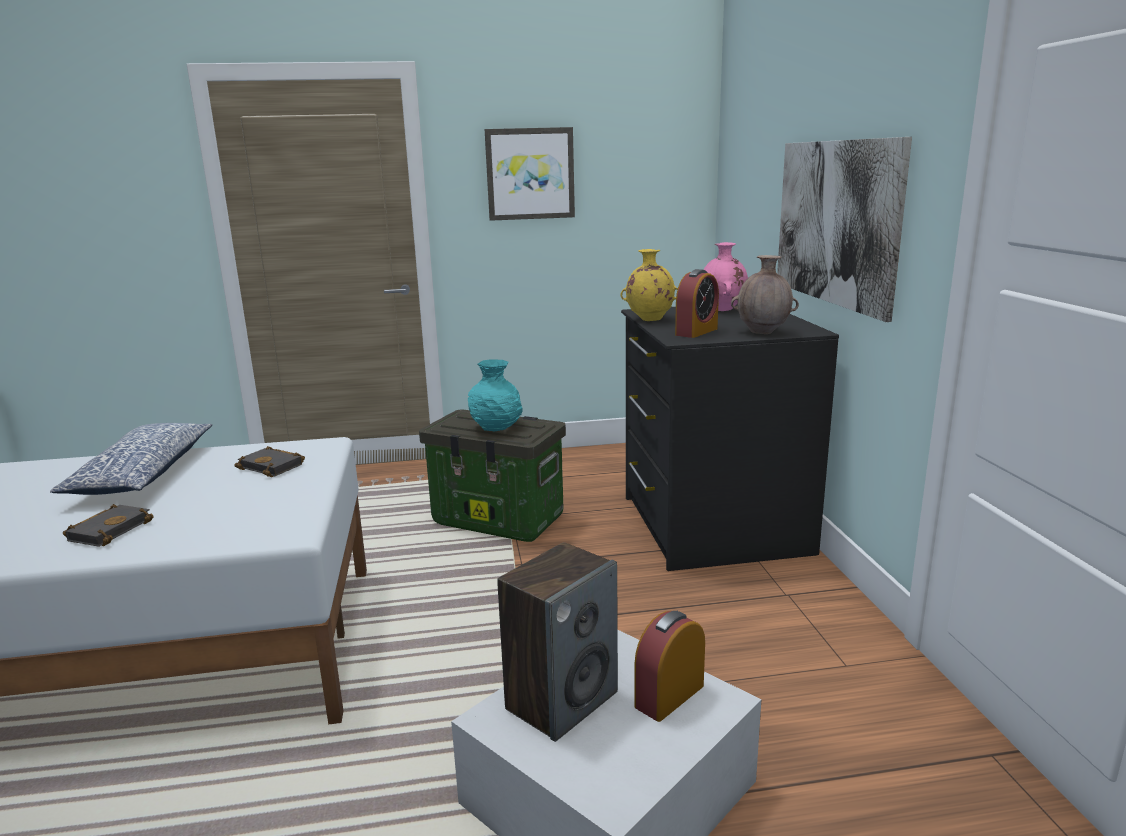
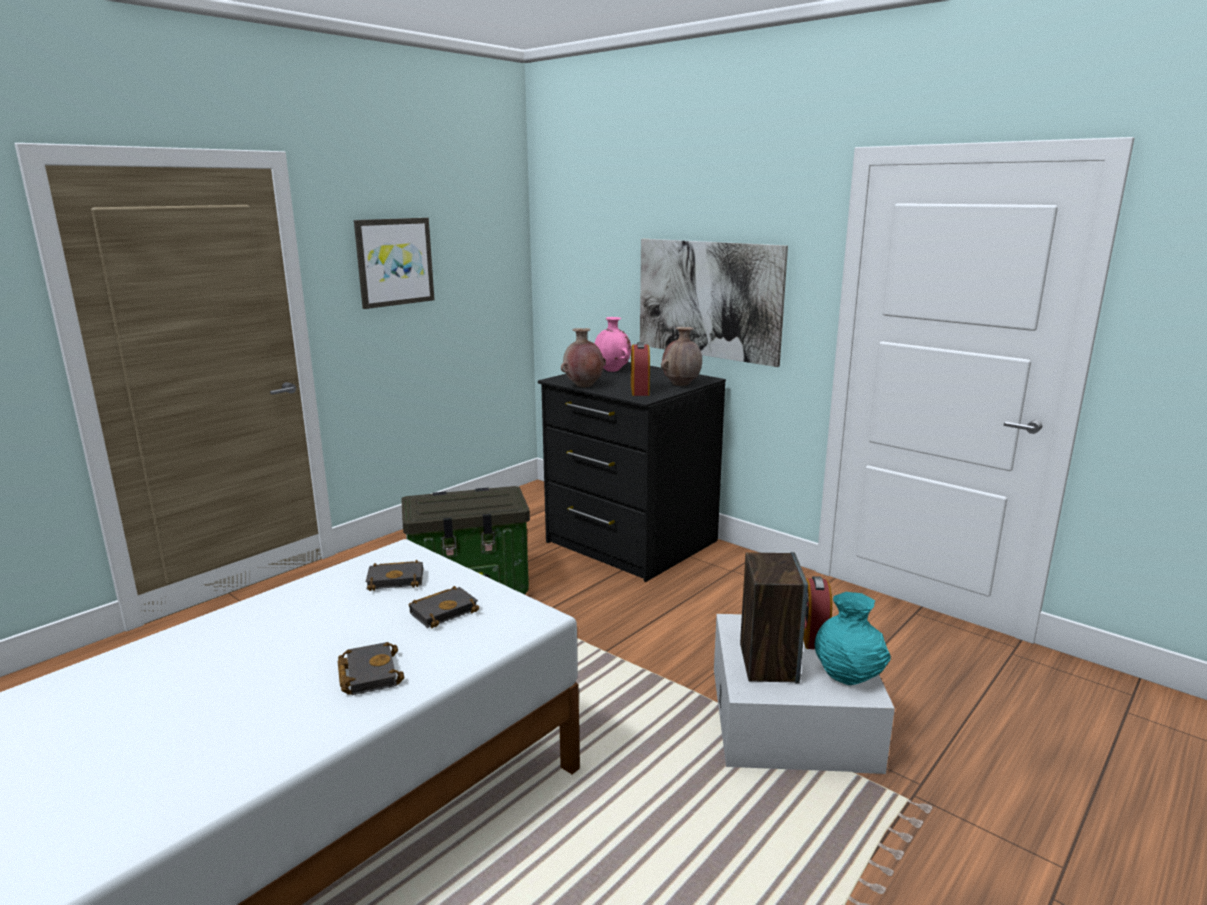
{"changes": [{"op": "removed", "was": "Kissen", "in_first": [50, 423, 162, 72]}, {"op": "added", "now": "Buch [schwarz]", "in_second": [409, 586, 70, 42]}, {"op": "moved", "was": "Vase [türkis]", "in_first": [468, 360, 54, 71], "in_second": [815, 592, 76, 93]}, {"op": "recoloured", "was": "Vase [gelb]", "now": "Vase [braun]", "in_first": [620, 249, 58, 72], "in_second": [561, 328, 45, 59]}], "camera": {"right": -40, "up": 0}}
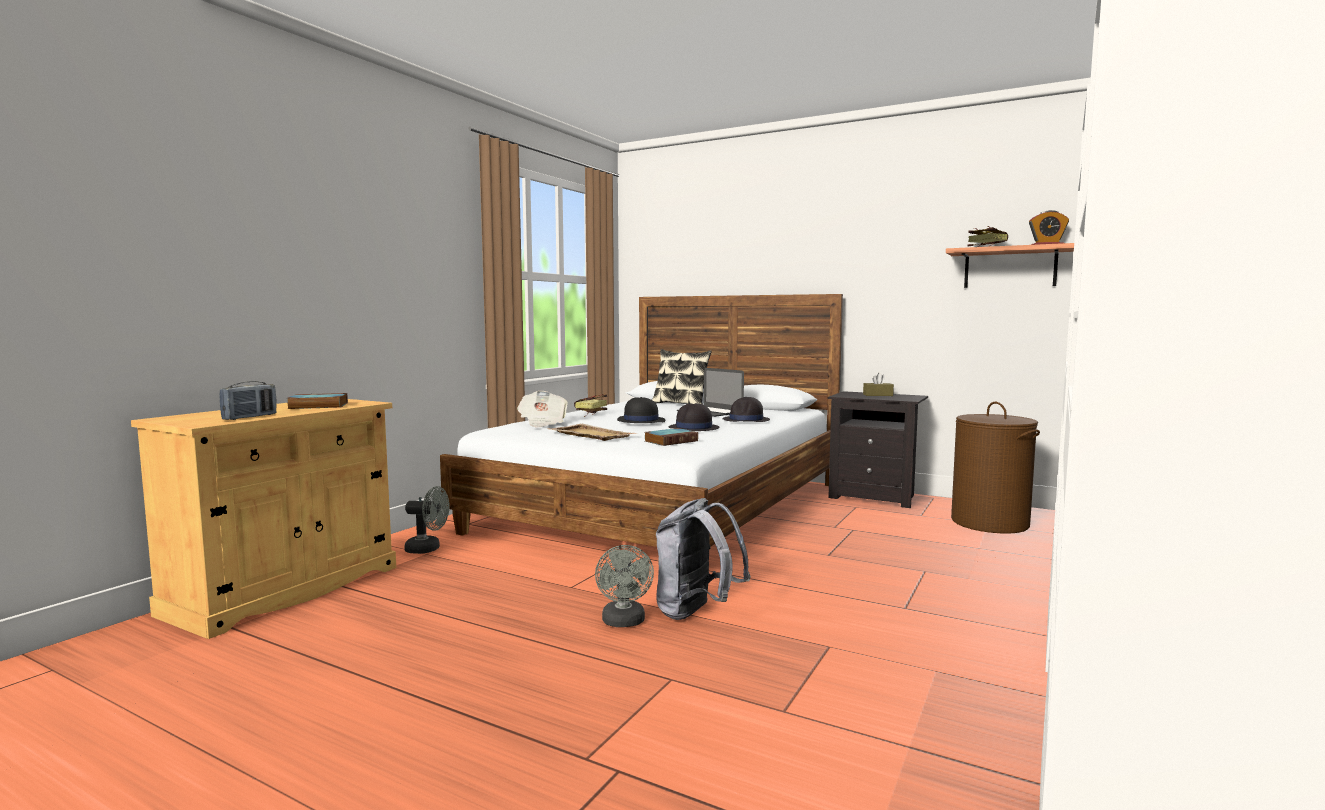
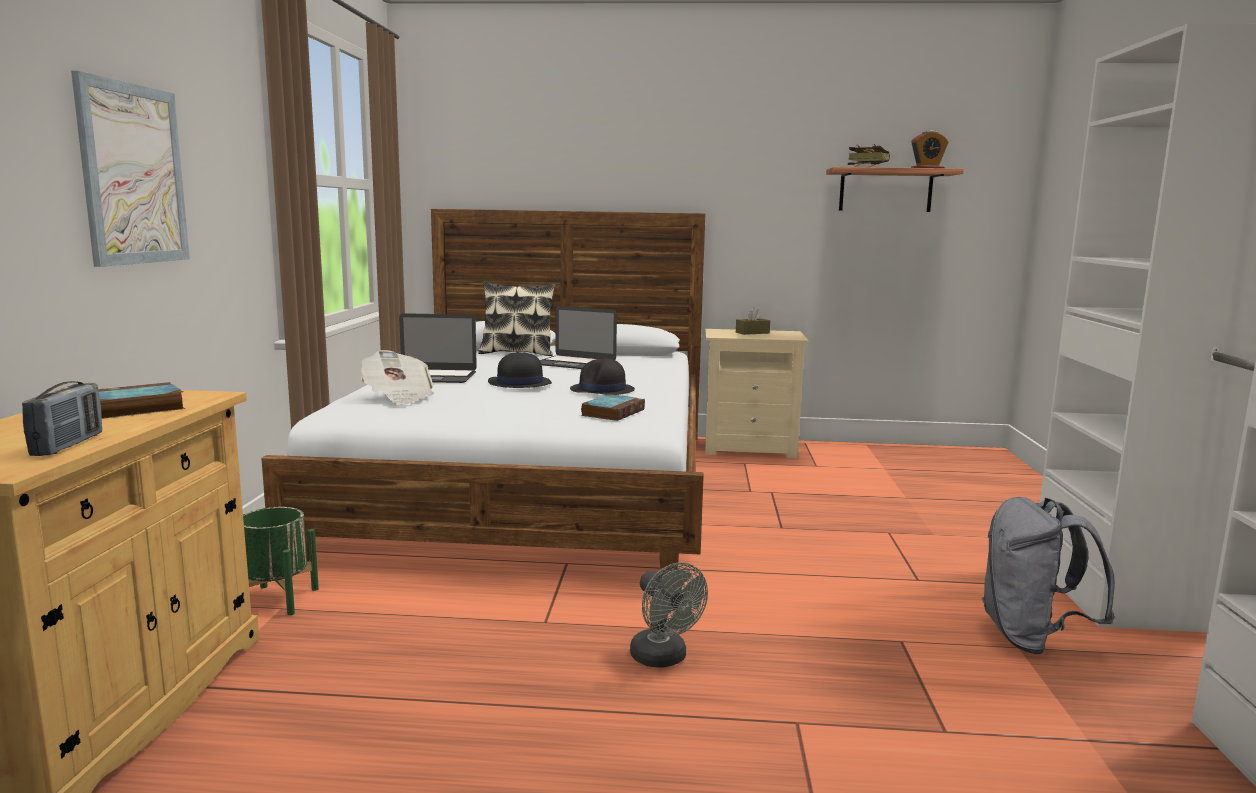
{"changes": [{"op": "removed", "was": "Tablett [beige]", "in_first": [547, 424, 89, 17]}, {"op": "removed", "was": "Hut [schwarz]", "in_first": [722, 397, 48, 25]}, {"op": "removed", "was": "Wäschekorb [braun]", "in_first": [951, 402, 89, 131]}, {"op": "added", "now": "Bild", "in_second": [71, 71, 119, 196]}, {"op": "moved", "was": "Rucksack [grau]", "in_first": [656, 498, 95, 122], "in_second": [982, 497, 133, 157]}, {"op": "replaced", "was": "Ventilator [grau]", "now": "Pflanzkübel [grün]", "in_first": [404, 486, 46, 68], "in_second": [243, 507, 76, 108]}, {"op": "replaced", "was": "Buch", "now": "Laptop", "in_first": [574, 394, 33, 23], "in_second": [399, 313, 78, 70]}, {"op": "recoloured", "was": "Nachttisch [schwarz]", "now": "Nachttisch [beige]", "in_first": [828, 391, 100, 117], "in_second": [705, 329, 104, 129]}], "camera": {"right": -25, "up": 5}}
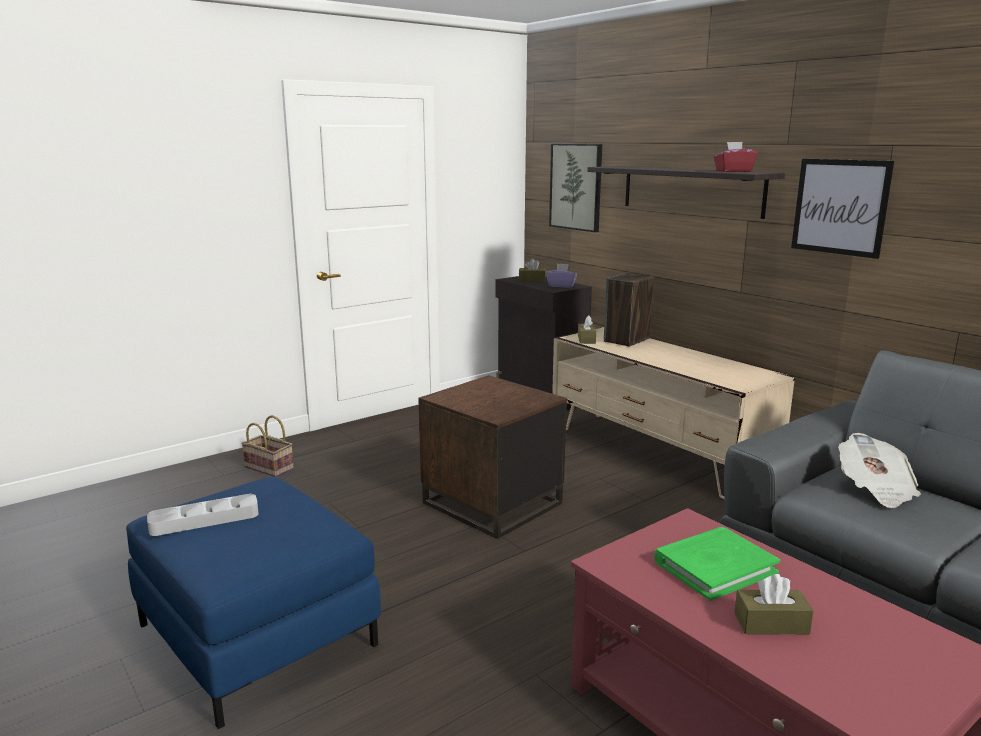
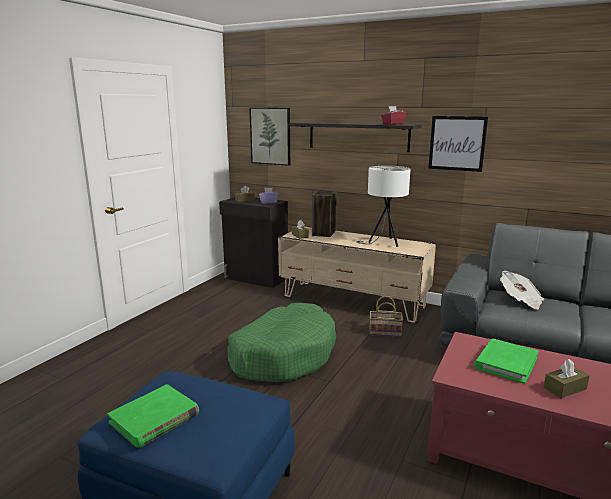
{"changes": [{"op": "added", "now": "Tischlampe [weiß]", "in_second": [356, 166, 54, 81]}, {"op": "moved", "was": "Korb", "in_first": [241, 415, 53, 62], "in_second": [370, 296, 33, 41]}, {"op": "replaced", "was": "Tablett [grau]", "now": "Buch [grün]", "in_first": [147, 494, 112, 42], "in_second": [107, 384, 92, 64]}, {"op": "replaced", "was": "Beistelltisch [braun]", "now": "Hundebett [grün]", "in_first": [418, 375, 149, 164], "in_second": [228, 303, 108, 79]}], "camera": {"right": -25, "up": 0}}
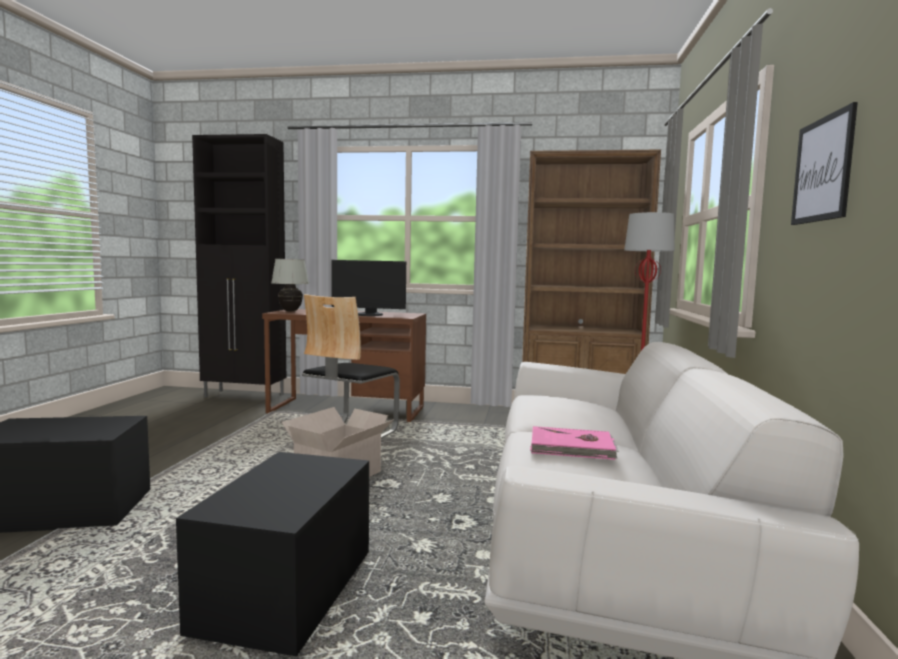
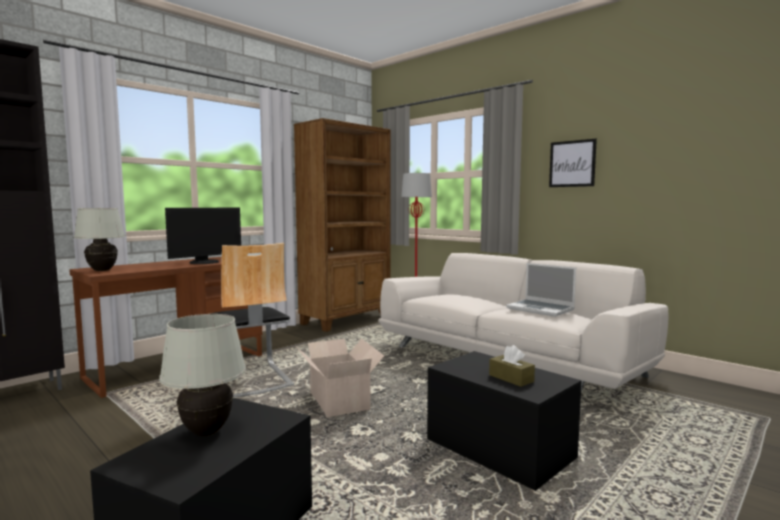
{"changes": [{"op": "added", "now": "Tischlampe [weiß]", "in_second": [159, 314, 87, 122]}, {"op": "added", "now": "Taschentuchbox [braun]", "in_second": [489, 345, 46, 42]}, {"op": "replaced", "was": "Buch [rosa]", "now": "Laptop", "in_first": [530, 426, 89, 34], "in_second": [506, 263, 70, 54]}], "camera": {"right": -55, "up": 0}}
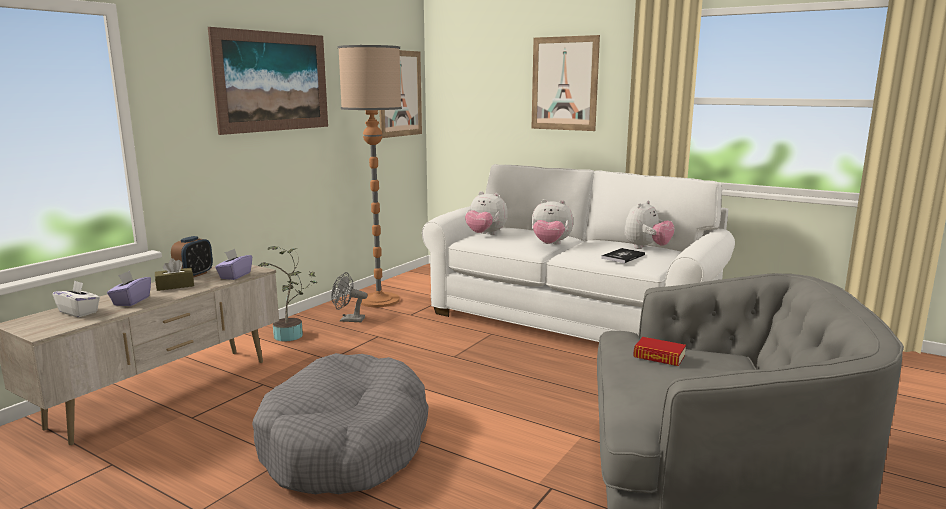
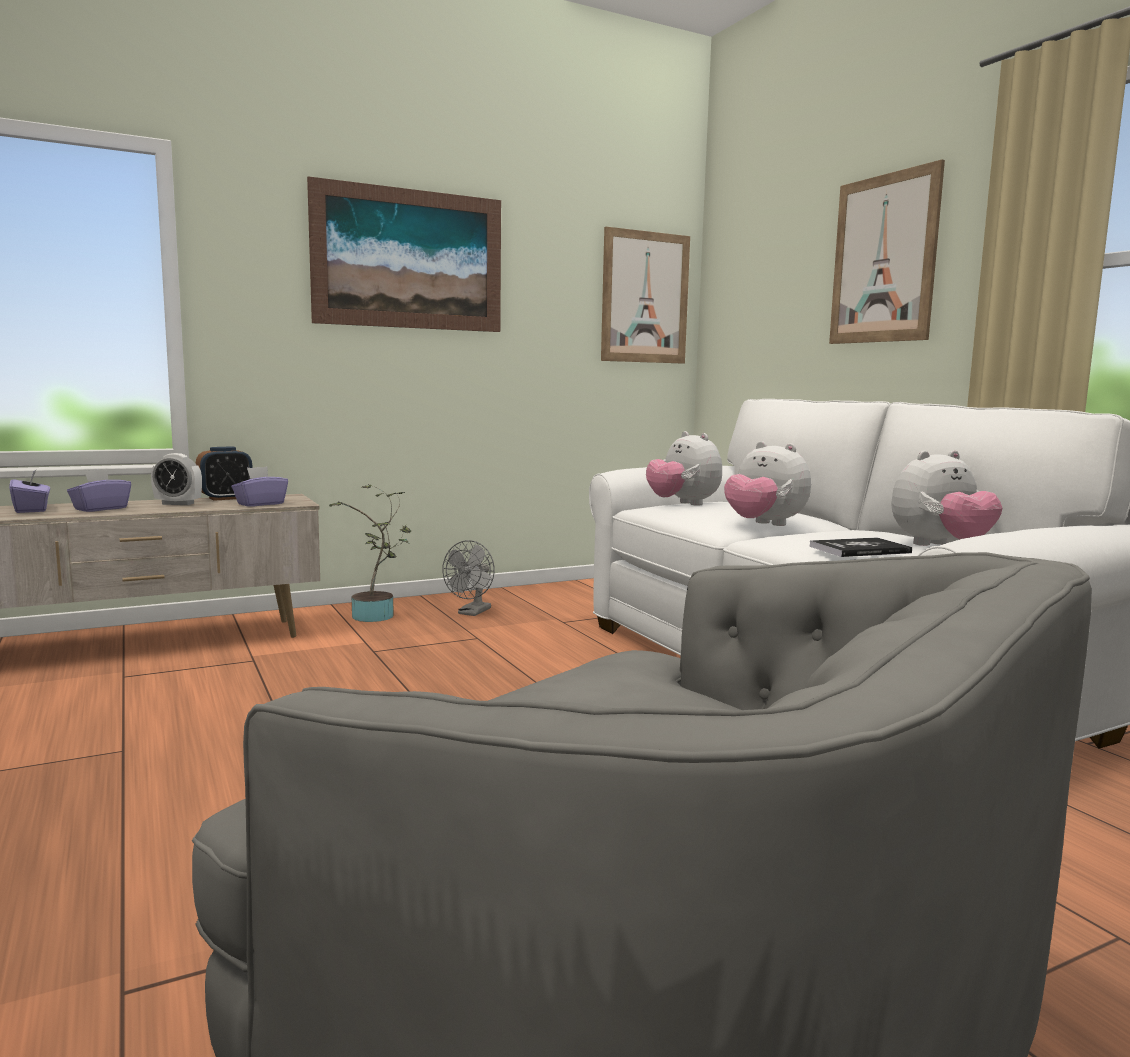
{"changes": [{"op": "removed", "was": "Hundebett [grau]", "in_first": [252, 353, 177, 141]}, {"op": "removed", "was": "Stehlampe", "in_first": [338, 45, 64, 262]}, {"op": "removed", "was": "Buch", "in_first": [633, 337, 53, 29]}, {"op": "replaced", "was": "Taschentuchbox [braun]", "now": "Wecker", "in_first": [155, 258, 39, 33], "in_second": [151, 453, 51, 52]}, {"op": "recoloured", "was": "Taschentuchbox [weiß]", "now": "Taschentuchbox [lila]", "in_first": [52, 280, 48, 37], "in_second": [9, 470, 41, 43]}, {"op": "turned", "was": "Ventilator [grau]", "in_first": [331, 272, 37, 51], "in_second": [442, 540, 53, 76], "clockwise": -105}], "camera": {"right": 30, "up": -5}}
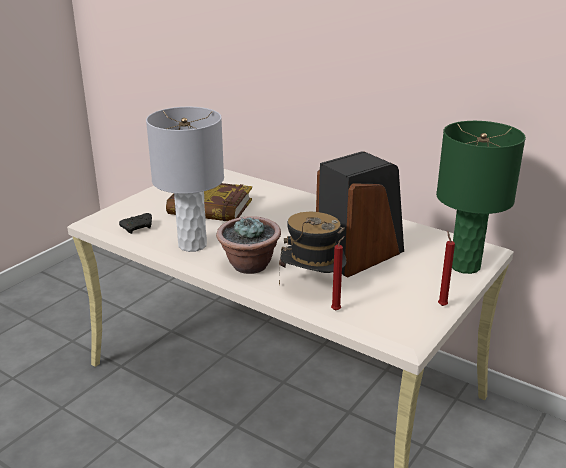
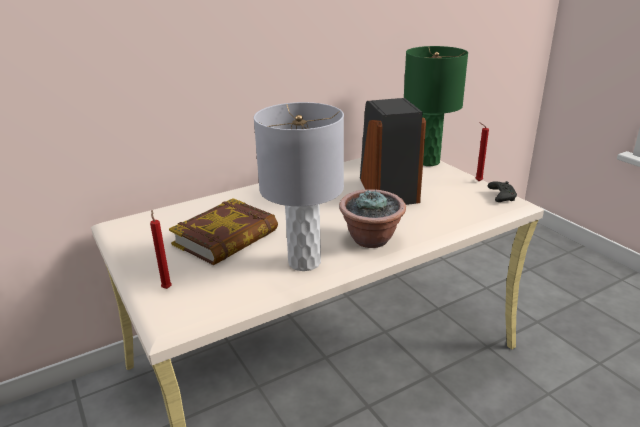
{"changes": [{"op": "removed", "was": "Hut", "in_first": [279, 211, 68, 75]}, {"op": "moved", "was": "Gamepad [schwarz]", "in_first": [119, 213, 33, 21], "in_second": [487, 181, 30, 21]}, {"op": "moved", "was": "Kerze [rot]", "in_first": [331, 236, 14, 74], "in_second": [150, 210, 22, 79]}], "camera": {"right": -65, "up": 0}}
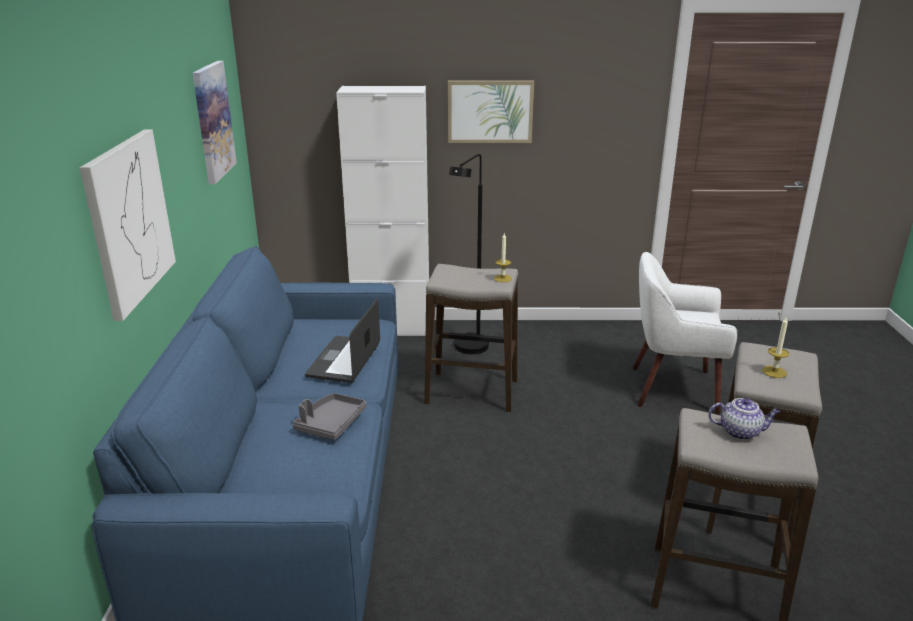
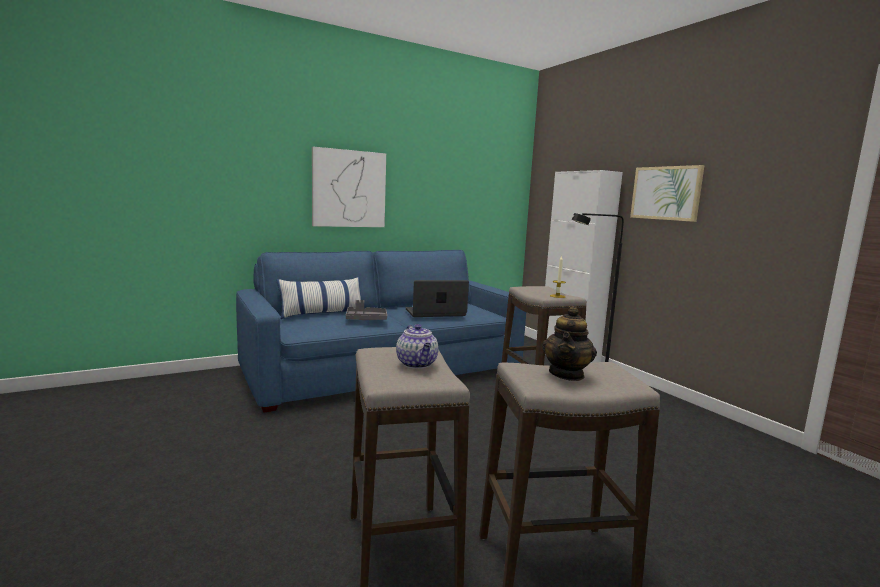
{"changes": [{"op": "removed", "was": "Bild", "in_first": [192, 61, 45, 123]}, {"op": "removed", "was": "Sessel [weiß]", "in_first": [632, 252, 105, 163]}, {"op": "added", "now": "Kissen", "in_second": [276, 277, 85, 42]}, {"op": "replaced", "was": "Kerze", "now": "Teekanne", "in_first": [762, 317, 27, 61], "in_second": [542, 306, 55, 75]}], "camera": {"right": 60, "up": -15}}
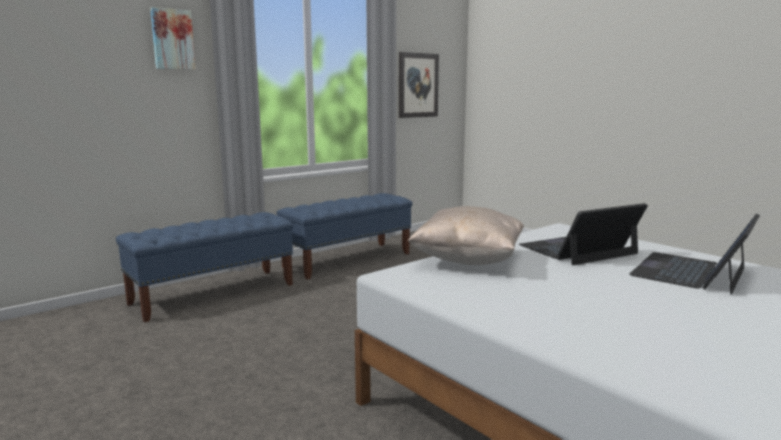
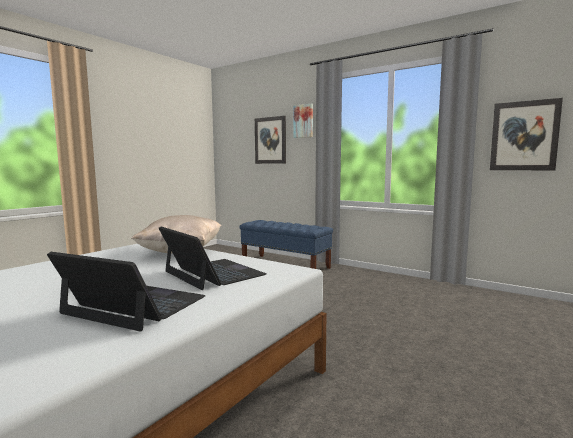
{"changes": [{"op": "removed", "was": "Bank [blau]", "in_first": [277, 193, 136, 87]}, {"op": "added", "now": "Bild", "in_second": [255, 116, 31, 48]}], "camera": {"right": 75, "up": -5}}
